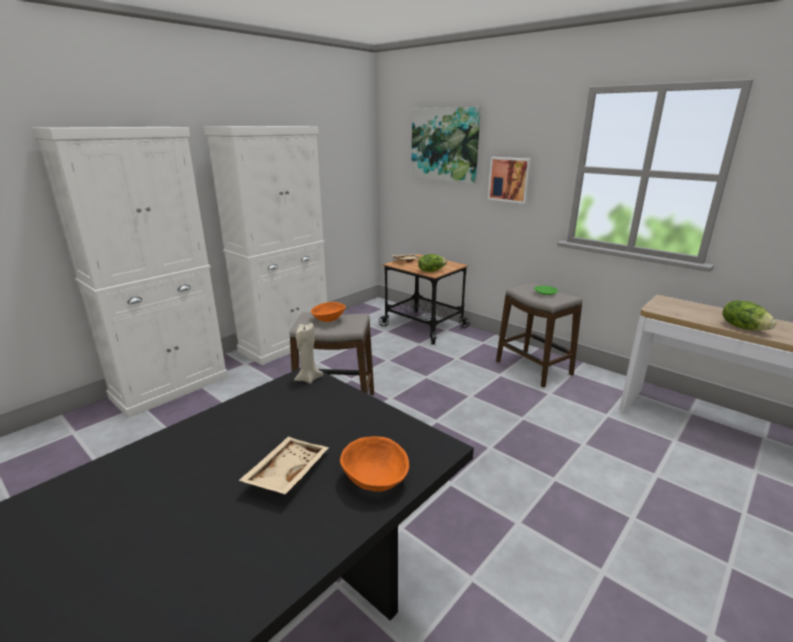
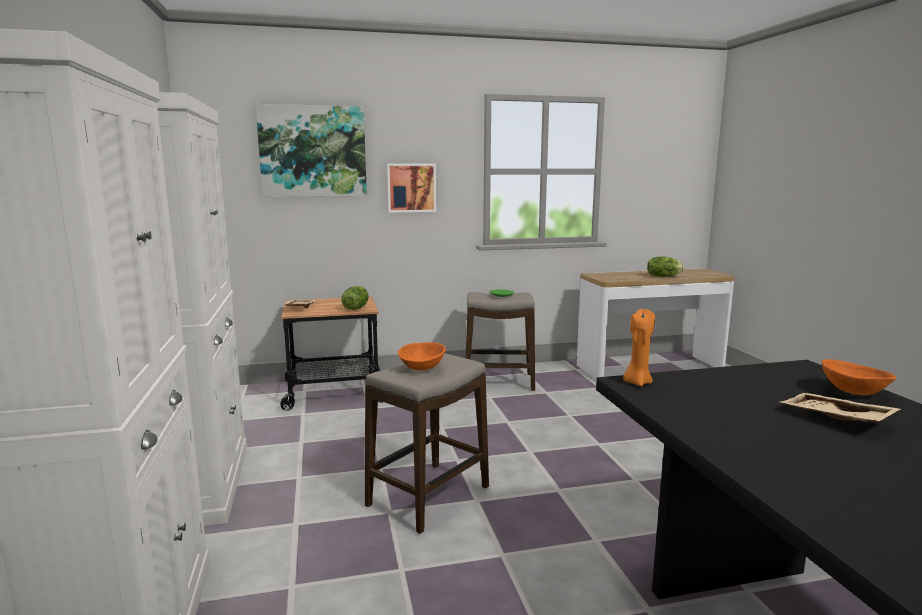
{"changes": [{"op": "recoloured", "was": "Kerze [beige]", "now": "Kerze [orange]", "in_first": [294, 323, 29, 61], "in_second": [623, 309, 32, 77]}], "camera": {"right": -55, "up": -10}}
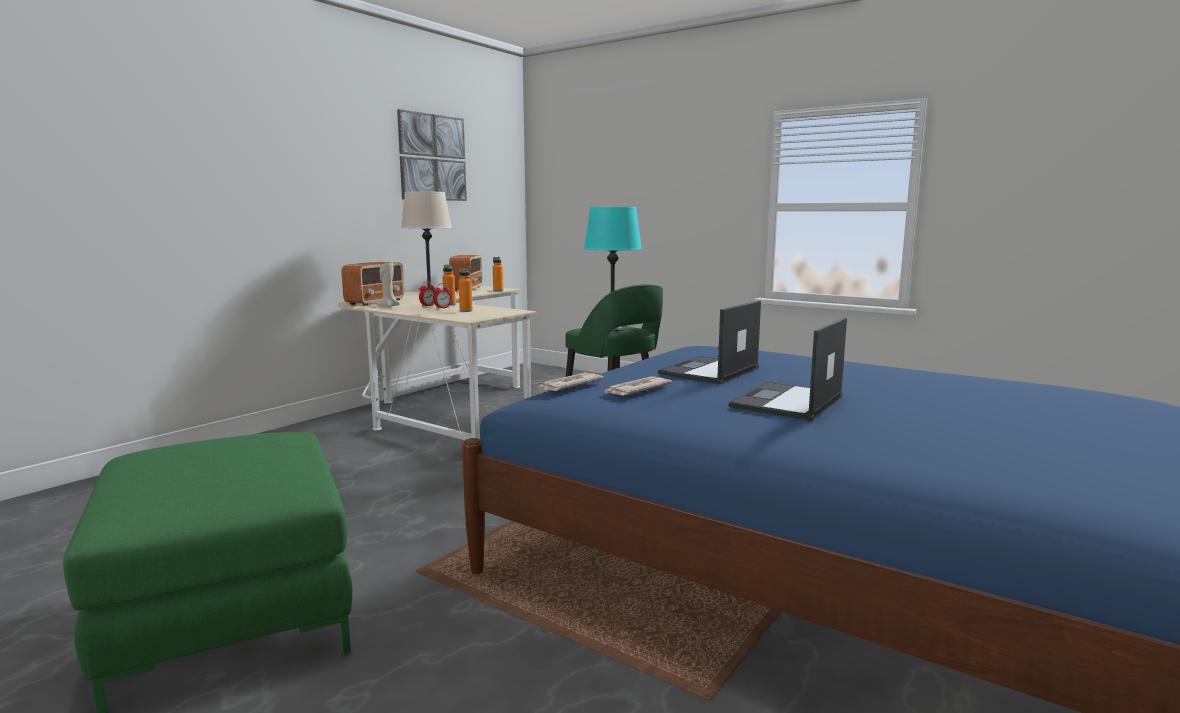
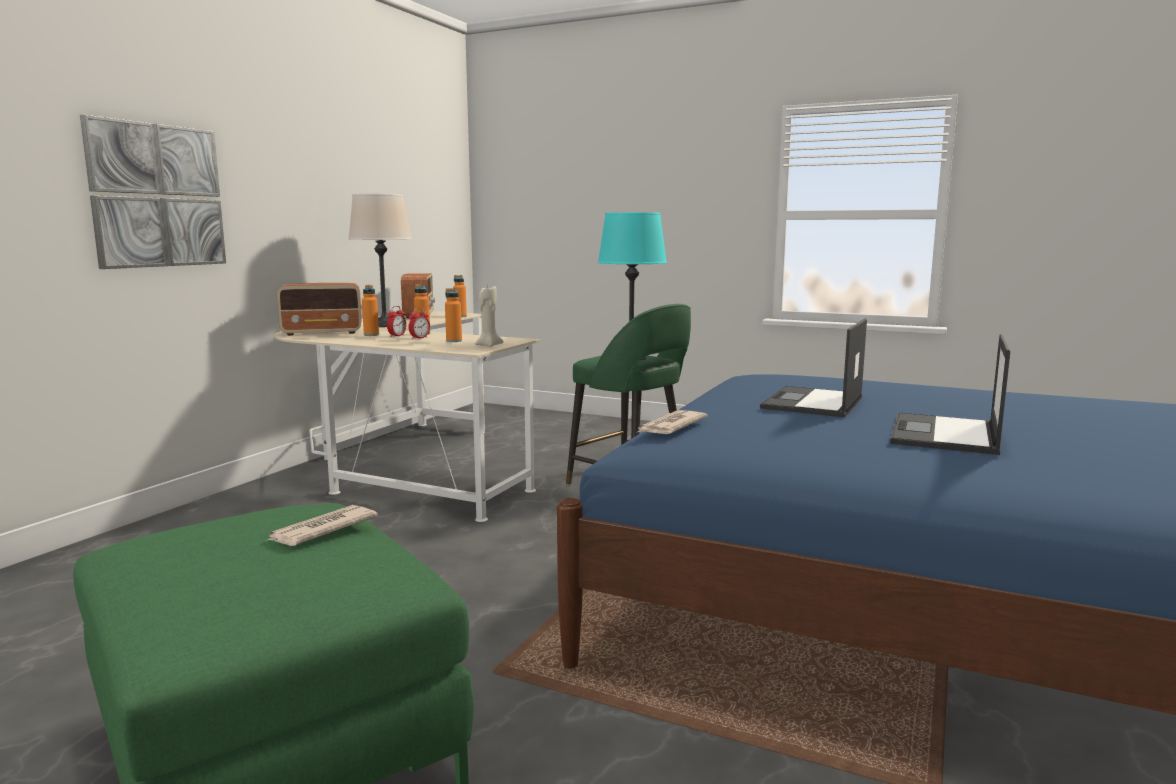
{"changes": [{"op": "added", "now": "Flasche [orange]", "in_second": [362, 285, 17, 51]}, {"op": "moved", "was": "Kerze [beige]", "in_first": [377, 262, 23, 45], "in_second": [475, 286, 28, 61]}, {"op": "moved", "was": "Bild", "in_first": [397, 109, 70, 92], "in_second": [80, 115, 146, 154]}, {"op": "moved", "was": "Zeitung", "in_first": [603, 376, 69, 20], "in_second": [268, 505, 110, 41]}, {"op": "turned", "was": "Radio", "in_first": [342, 262, 62, 44], "in_second": [277, 283, 85, 53], "clockwise": 60}], "camera": {"right": -10, "up": 0}}
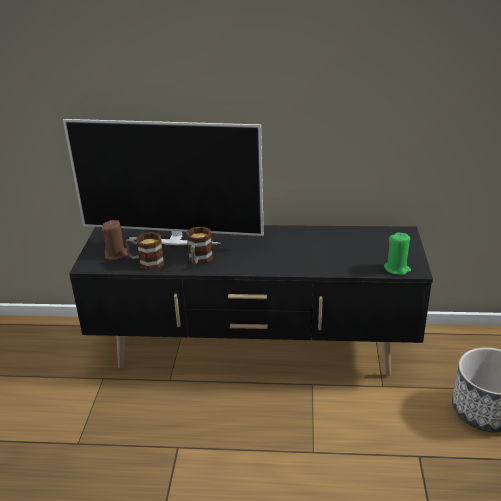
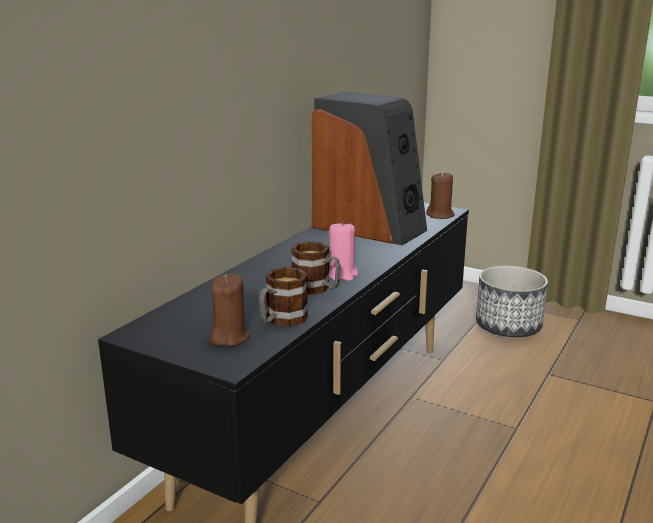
{"changes": [{"op": "removed", "was": "Fernseher", "in_first": [63, 119, 201, 126]}, {"op": "added", "now": "Lautsprecher", "in_second": [312, 92, 115, 153]}, {"op": "added", "now": "Kerze [rosa]", "in_second": [329, 221, 29, 60]}, {"op": "recoloured", "was": "Kerze [grün]", "now": "Kerze [braun]", "in_first": [384, 232, 27, 43], "in_second": [426, 172, 29, 47]}], "camera": {"right": -65, "up": -10}}
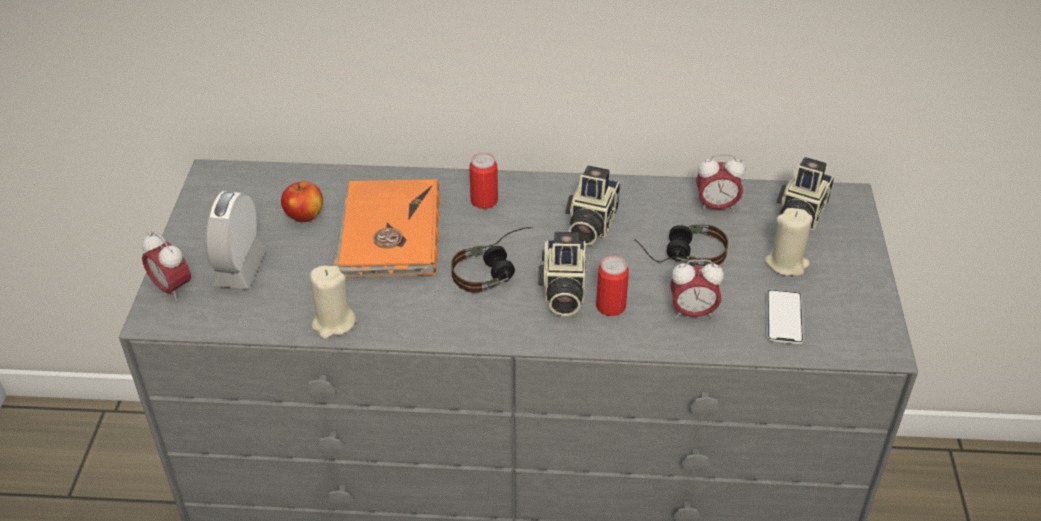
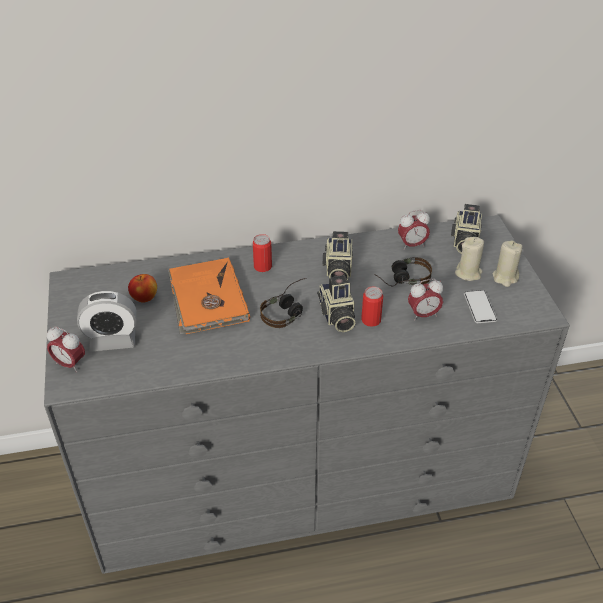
{"changes": [{"op": "moved", "was": "Kerze [beige]", "in_first": [310, 266, 47, 73], "in_second": [493, 241, 29, 46]}, {"op": "turned", "was": "Wecker", "in_first": [205, 191, 62, 98], "in_second": [77, 291, 60, 61], "clockwise": -90}], "camera": {"right": -15, "up": 0}}
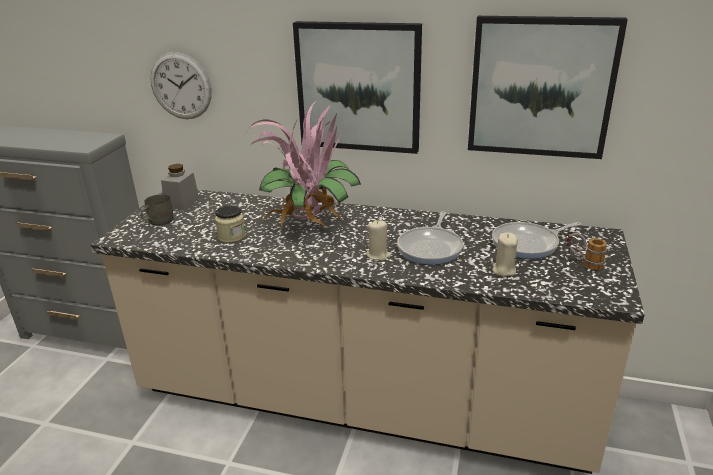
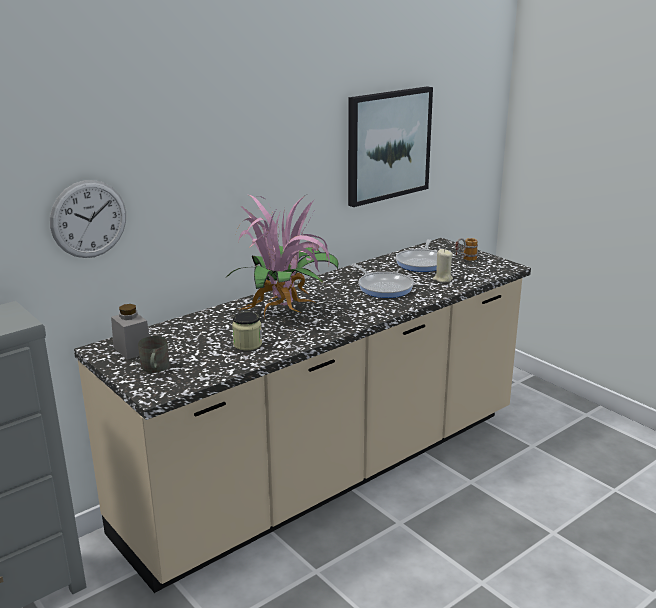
{"changes": [{"op": "removed", "was": "Bild", "in_first": [293, 21, 129, 133]}, {"op": "removed", "was": "Kerze [beige]", "in_first": [366, 220, 25, 41]}], "camera": {"right": -55, "up": -5}}
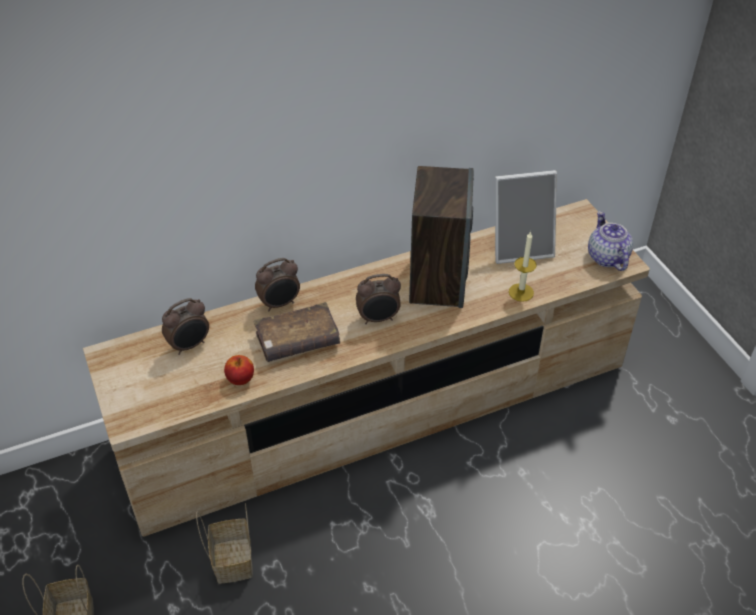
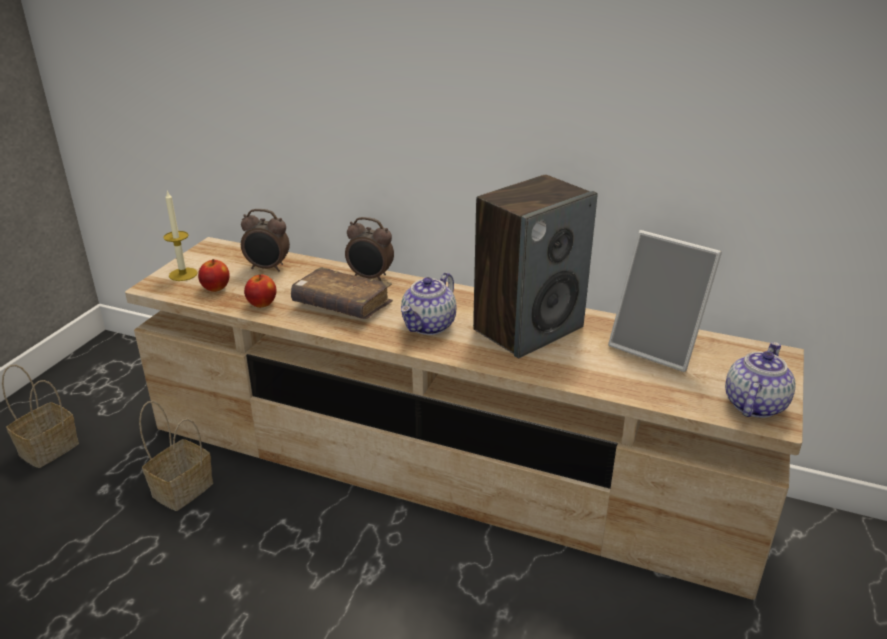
{"changes": [{"op": "added", "now": "Apfel", "in_second": [198, 259, 32, 33]}, {"op": "moved", "was": "Kerze", "in_first": [509, 231, 28, 71], "in_second": [163, 191, 35, 90]}, {"op": "replaced", "was": "Wecker", "now": "Teekanne", "in_first": [356, 274, 45, 50], "in_second": [401, 272, 55, 63]}], "camera": {"right": 45, "up": -15}}
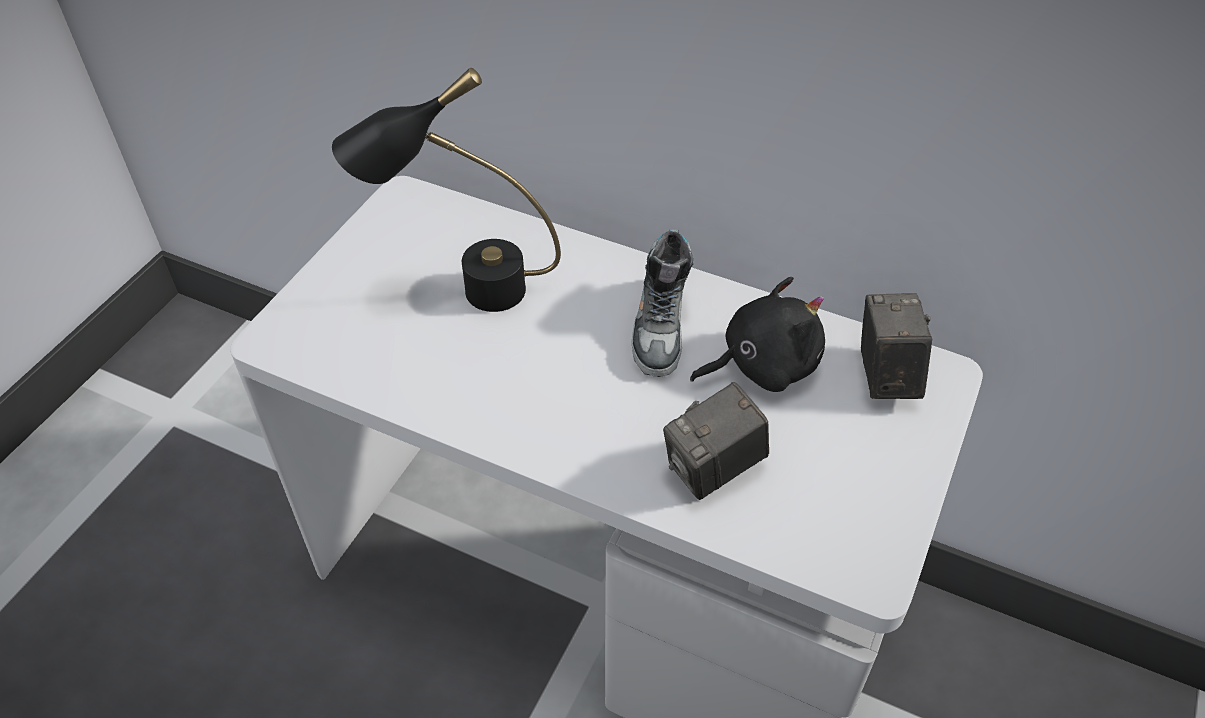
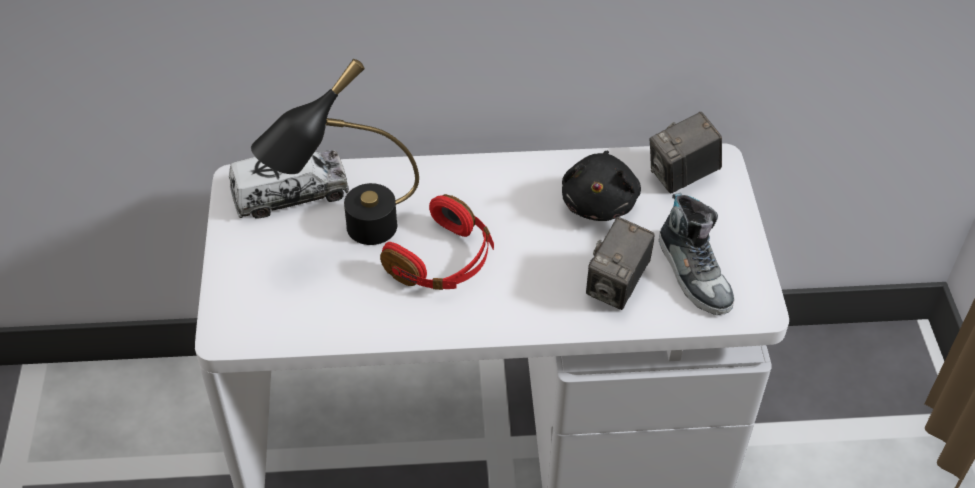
{"changes": [{"op": "added", "now": "Spielzeuglaster", "in_second": [229, 150, 120, 69]}, {"op": "added", "now": "Kopfhörer [rot]", "in_second": [380, 194, 114, 96]}, {"op": "moved", "was": "Schuh", "in_first": [632, 229, 62, 148], "in_second": [659, 193, 75, 122]}, {"op": "turned", "was": "Plüschtier [schwarz]", "in_first": [690, 277, 135, 115], "in_second": [562, 151, 79, 70], "clockwise": 150}, {"op": "turned", "was": "Kamera", "in_first": [861, 293, 71, 106], "in_second": [650, 112, 72, 81], "clockwise": -90}], "camera": {"right": -30, "up": 0}}
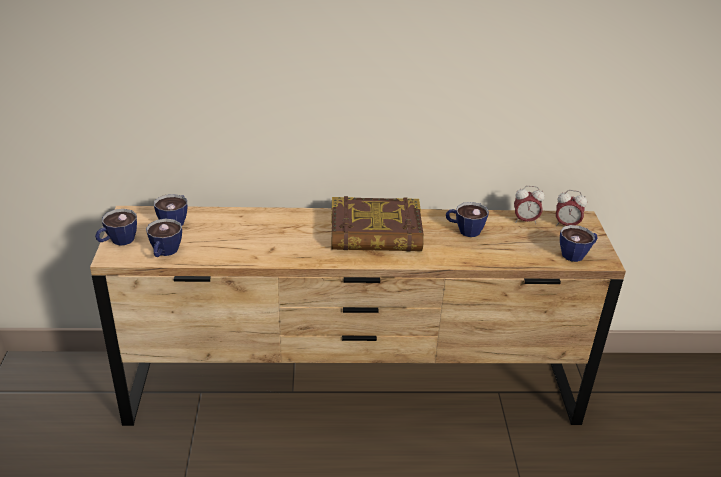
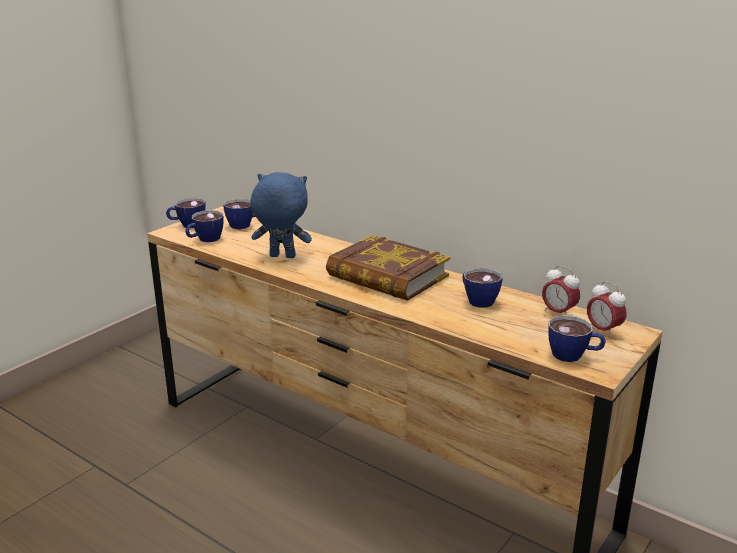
{"changes": [{"op": "added", "now": "Plüschtier [blau]", "in_second": [250, 172, 62, 86]}], "camera": {"right": 40, "up": -10}}
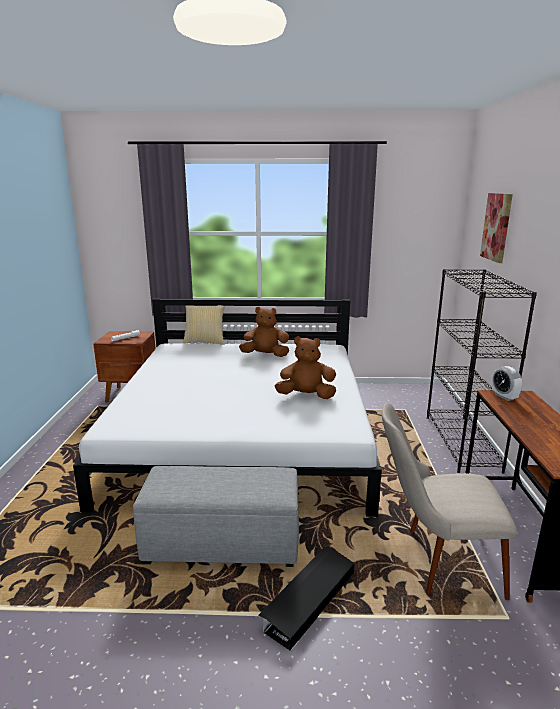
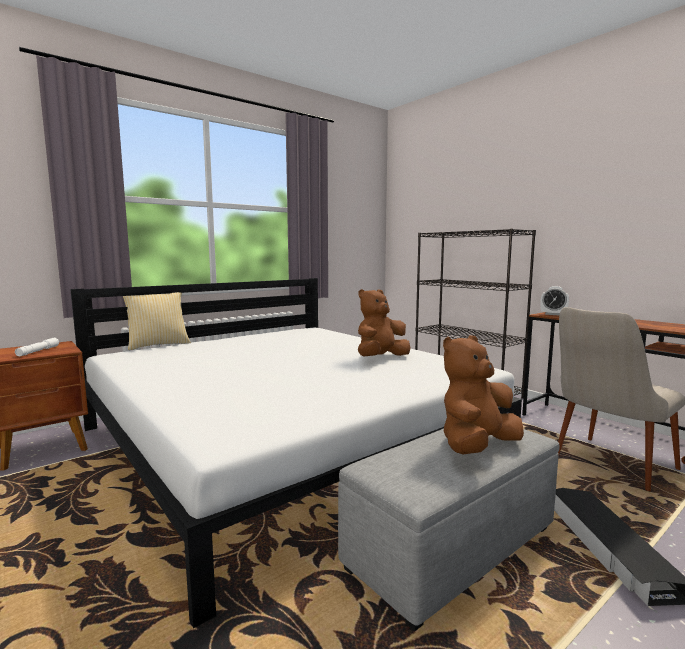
{"changes": [{"op": "removed", "was": "Bild", "in_first": [480, 193, 33, 70]}, {"op": "moved", "was": "Plüschtier [braun]", "in_first": [239, 307, 50, 50], "in_second": [443, 335, 81, 119]}], "camera": {"right": -40, "up": -10}}
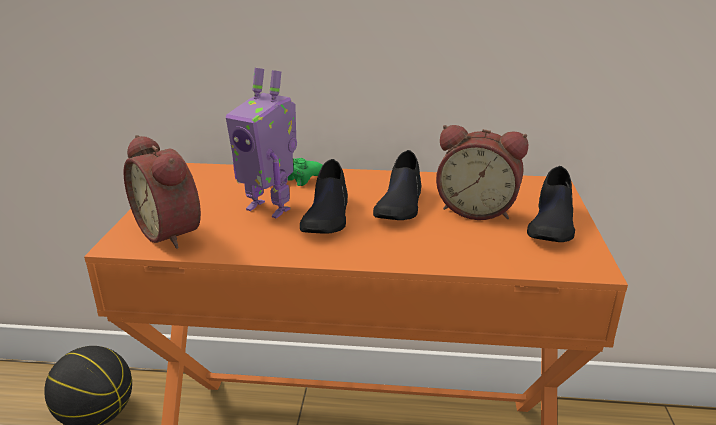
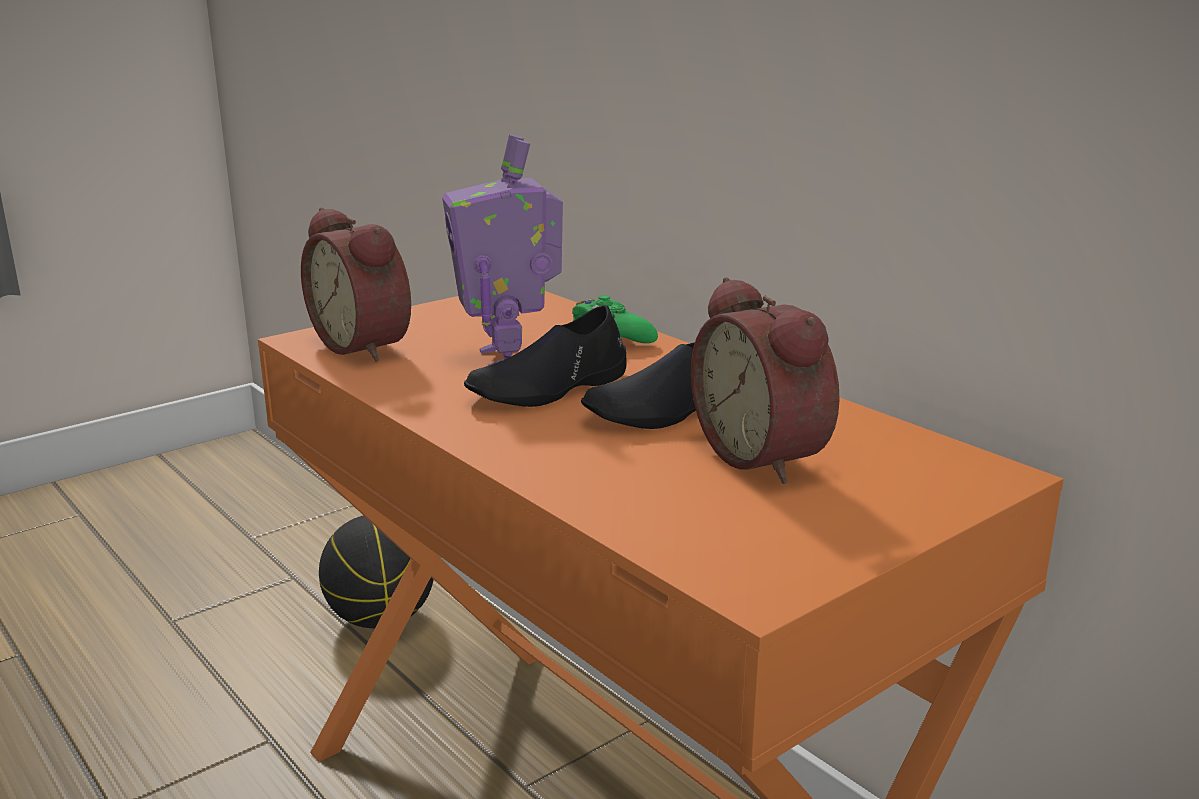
{"changes": [{"op": "removed", "was": "Schuh [schwarz]", "in_first": [527, 166, 48, 76]}, {"op": "turned", "was": "Wecker", "in_first": [124, 135, 77, 114], "in_second": [301, 207, 110, 155], "clockwise": -45}], "camera": {"right": 45, "up": -5}}
